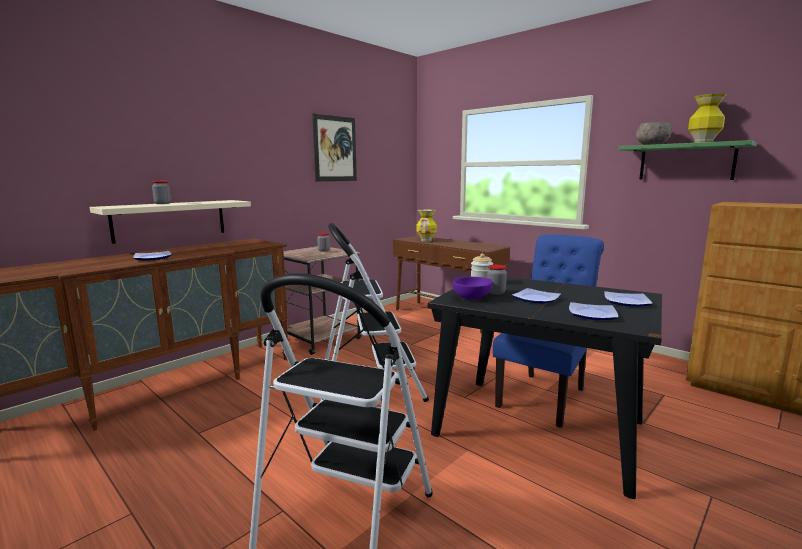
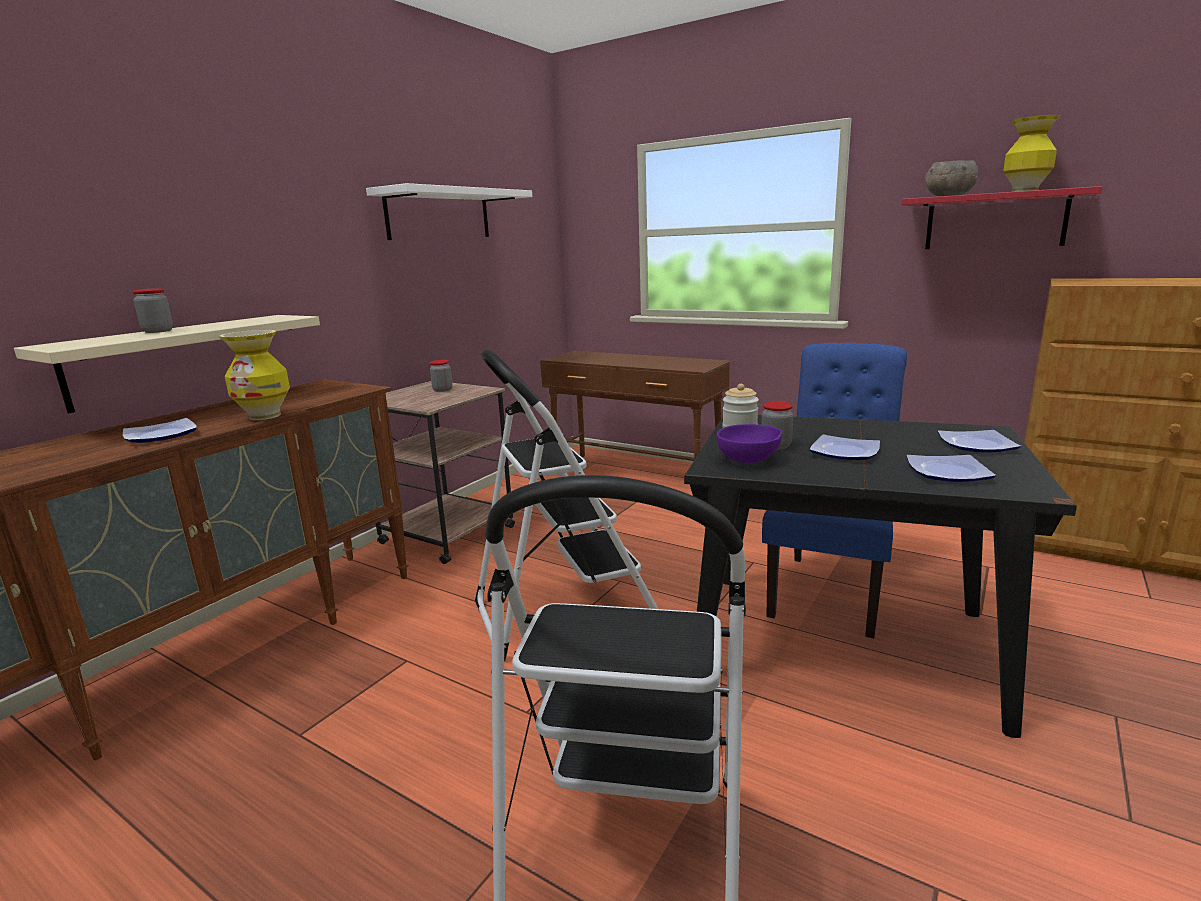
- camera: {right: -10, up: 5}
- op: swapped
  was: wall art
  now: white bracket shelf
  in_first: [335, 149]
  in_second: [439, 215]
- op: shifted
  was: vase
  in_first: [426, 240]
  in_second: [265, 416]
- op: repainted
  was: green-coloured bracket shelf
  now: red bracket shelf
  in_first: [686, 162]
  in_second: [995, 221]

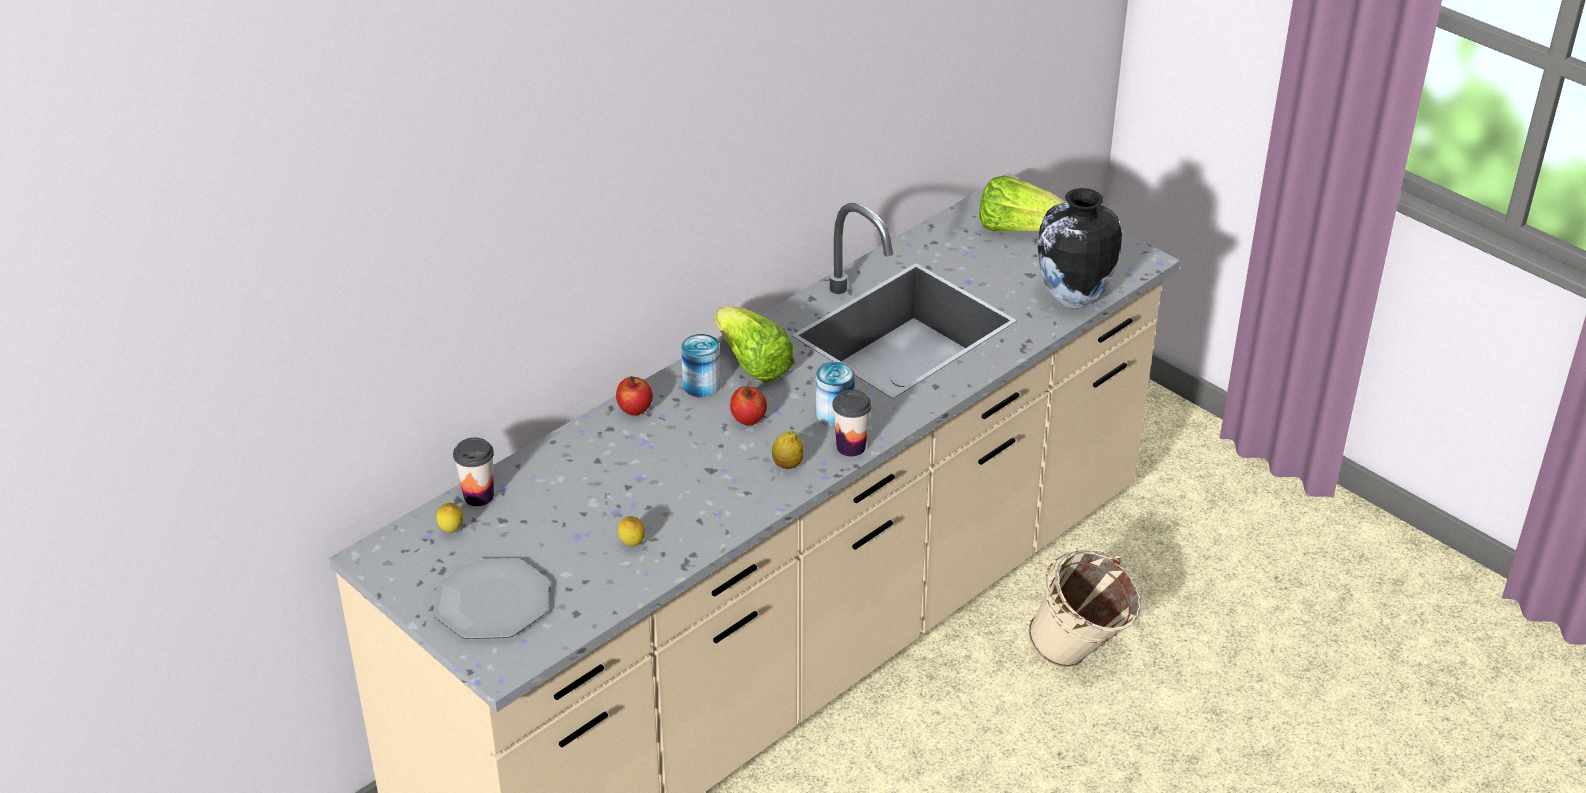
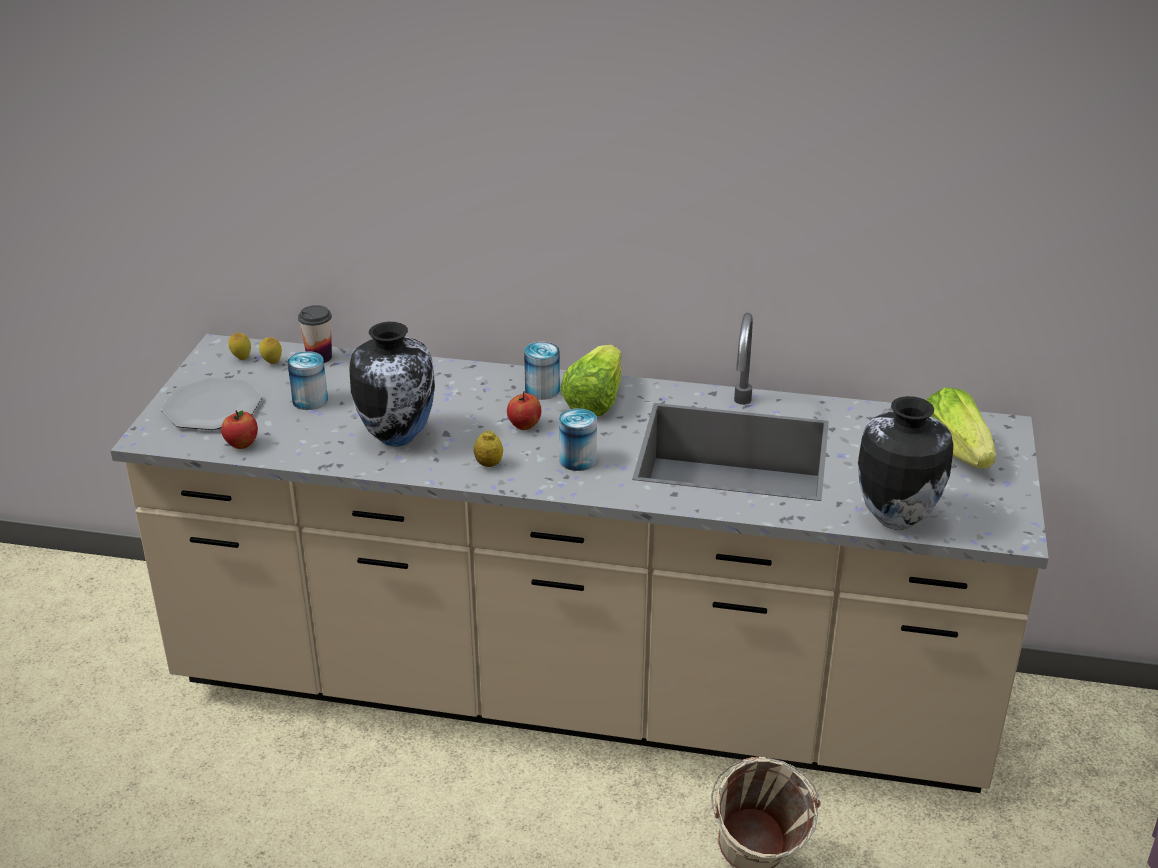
- camera: {right: 55, up: -5}
- op: shifted
  was: whole apple
  in_first: [635, 410]
  in_second: [241, 444]
- op: shifted
  was: whole lemon
  in_first: [632, 545]
  in_second: [241, 358]
- op: gone
  was: cup
  in_first: [851, 447]
- op: new
  now: can
  in_second: [310, 400]
- op: new
  now: vase
  in_second: [398, 436]

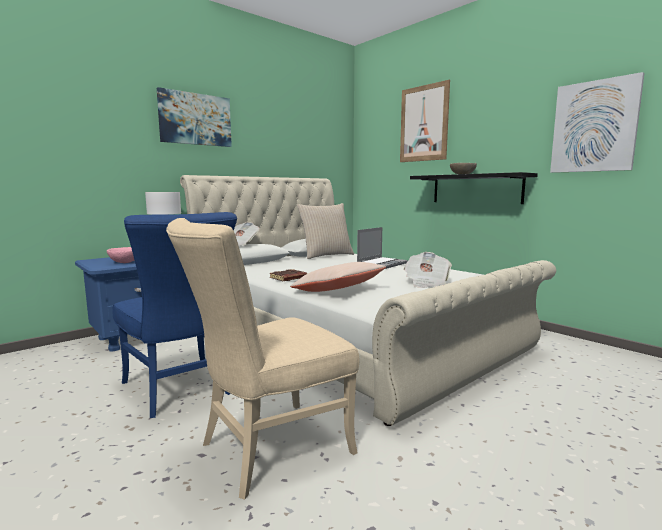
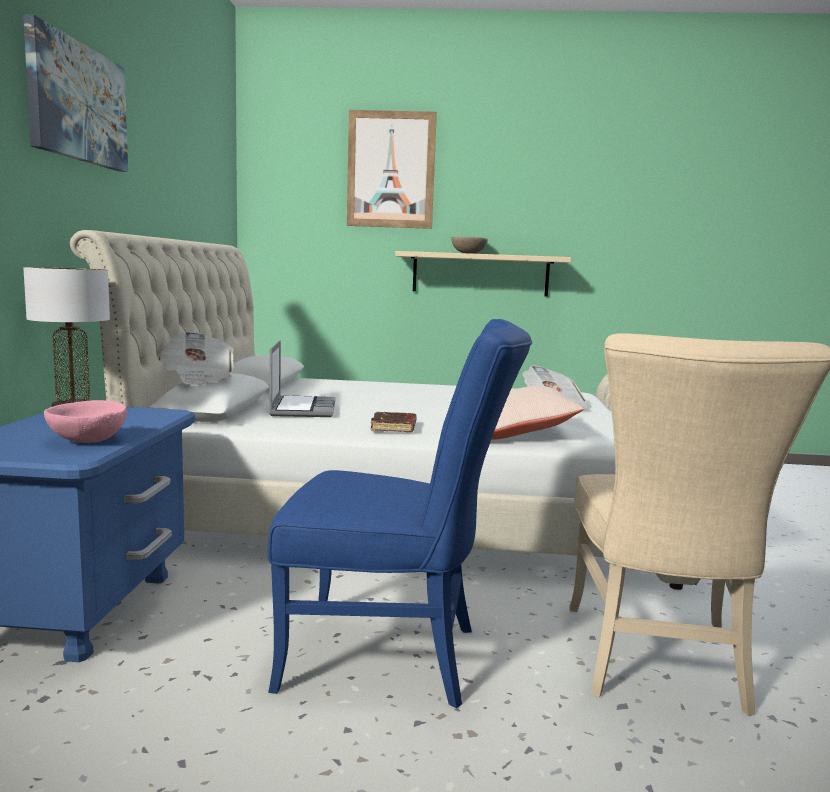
- camera: {right: -45, up: 0}
- op: gone
  was: sand-coloured throw pillow
  in_first: [326, 255]
- op: shifted
  was: notebook computer
  in_first: [382, 264]
  in_second: [302, 408]
- op: repainted
  was: blackish bracket shelf
  now: sand-coloured bracket shelf
  in_first: [476, 189]
  in_second: [480, 274]
- op: gone
  was: wall art
  in_first: [594, 127]

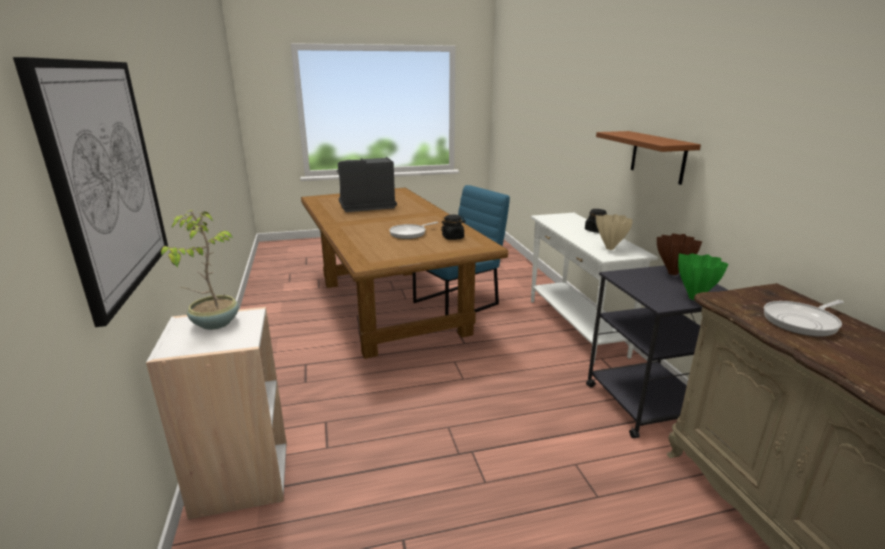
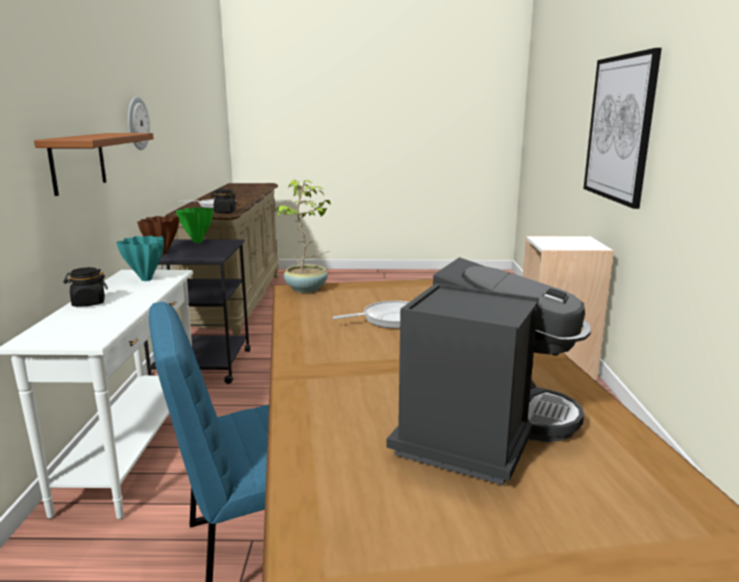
- camera: {right: -165, up: -5}
- op: shifted
  was: houseplant
  in_first: [214, 323]
  in_second: [307, 289]
- op: rotated
  was: coffee brewer
  in_first: [365, 206]
  in_second: [482, 429]
  clockwise: -60
- op: shifted
  was: blackish storage jar
  in_first: [453, 237]
  in_second: [225, 212]
- op: repainted
  was: sand-coloured vase
  now: blue-green vase
  in_first: [610, 248]
  in_second: [146, 279]
- op: new
  now: clock on the wall
  in_second: [137, 123]

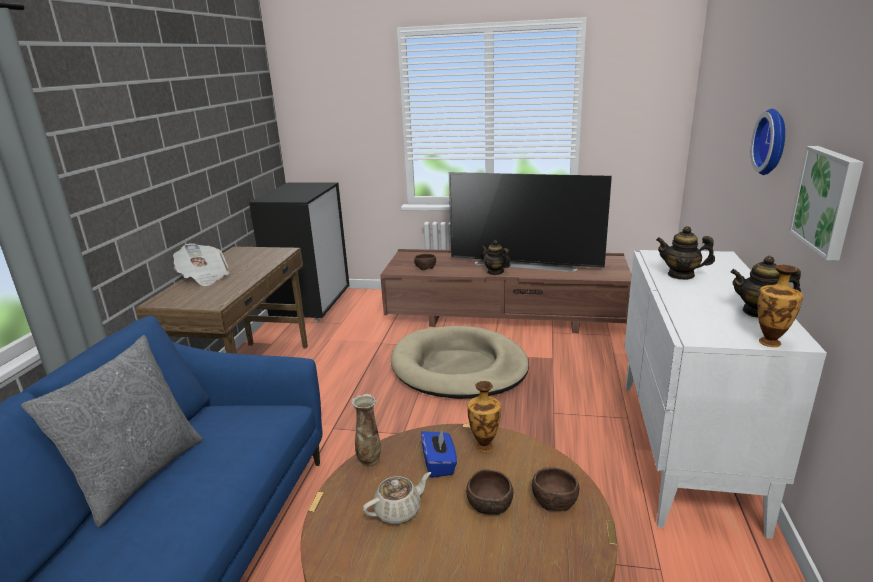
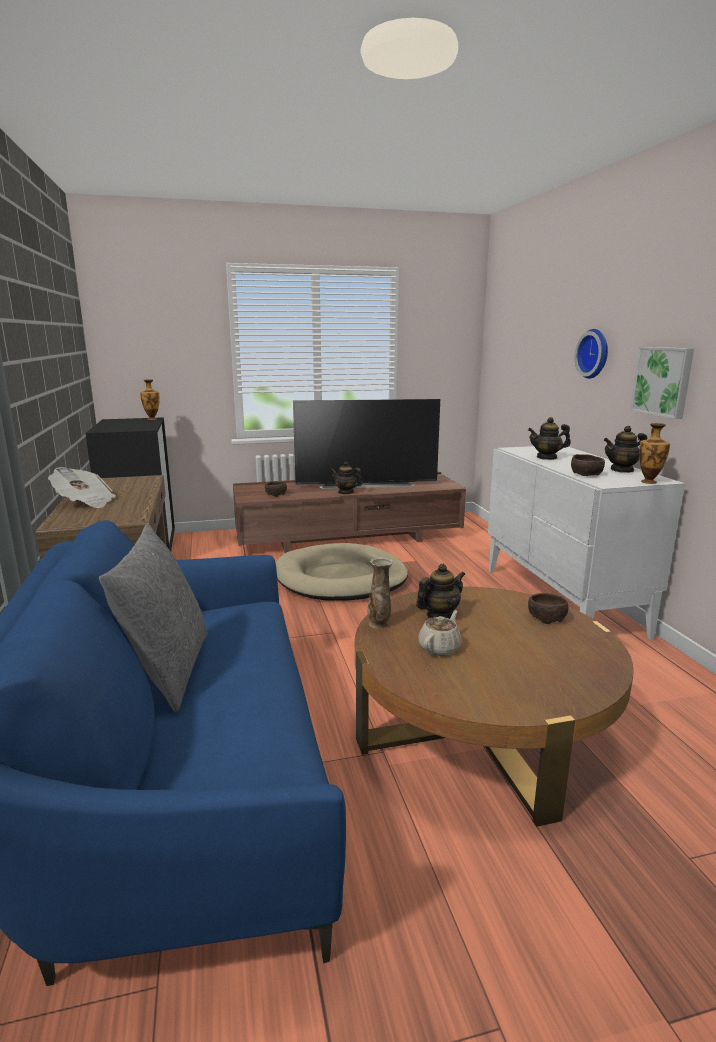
- camera: {right: -25, up: -5}
- op: swapped
  was: bluish box of tissues
  now: pot for tea
  in_first: [439, 464]
  in_second: [439, 615]
- op: shifted
  was: brown bowl
  in_first: [490, 504]
  in_second: [587, 474]
- op: shifted
  was: vase
  in_first: [484, 445]
  in_second: [152, 419]

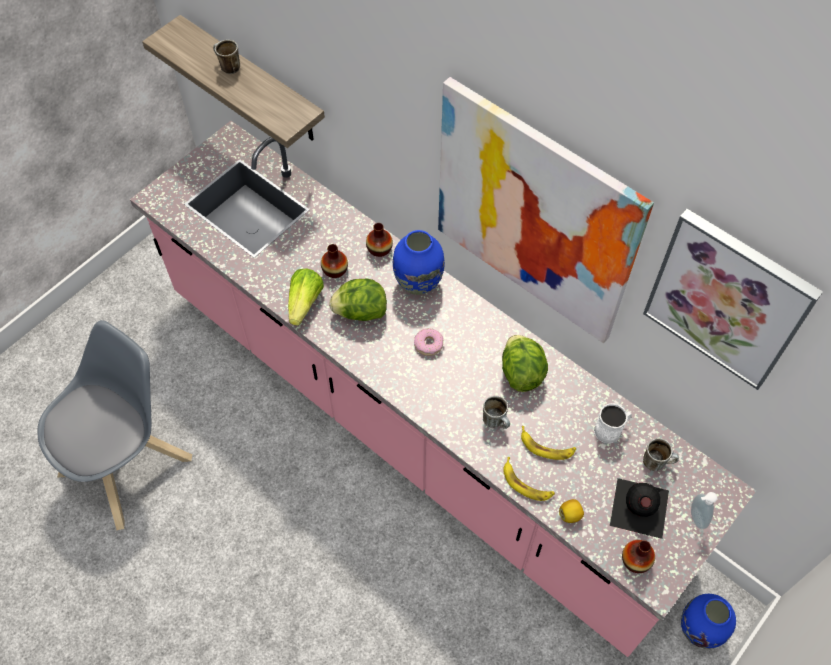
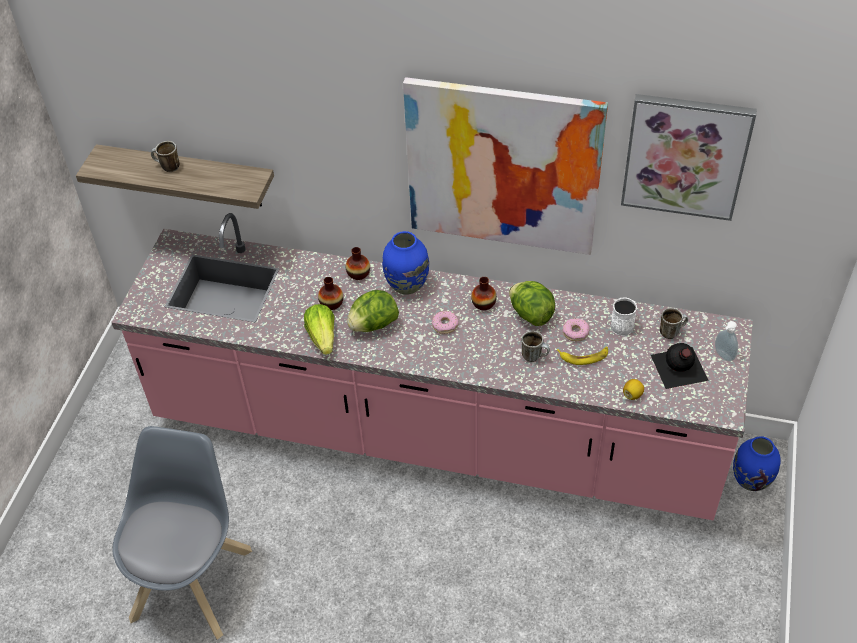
- camera: {right: -25, up: -10}
- op: gone
  was: banana
  in_first: [526, 483]
- op: shifted
  was: vase
  in_first: [635, 560]
  in_second: [483, 303]
- op: new
  now: doughnut
  in_second: [575, 332]

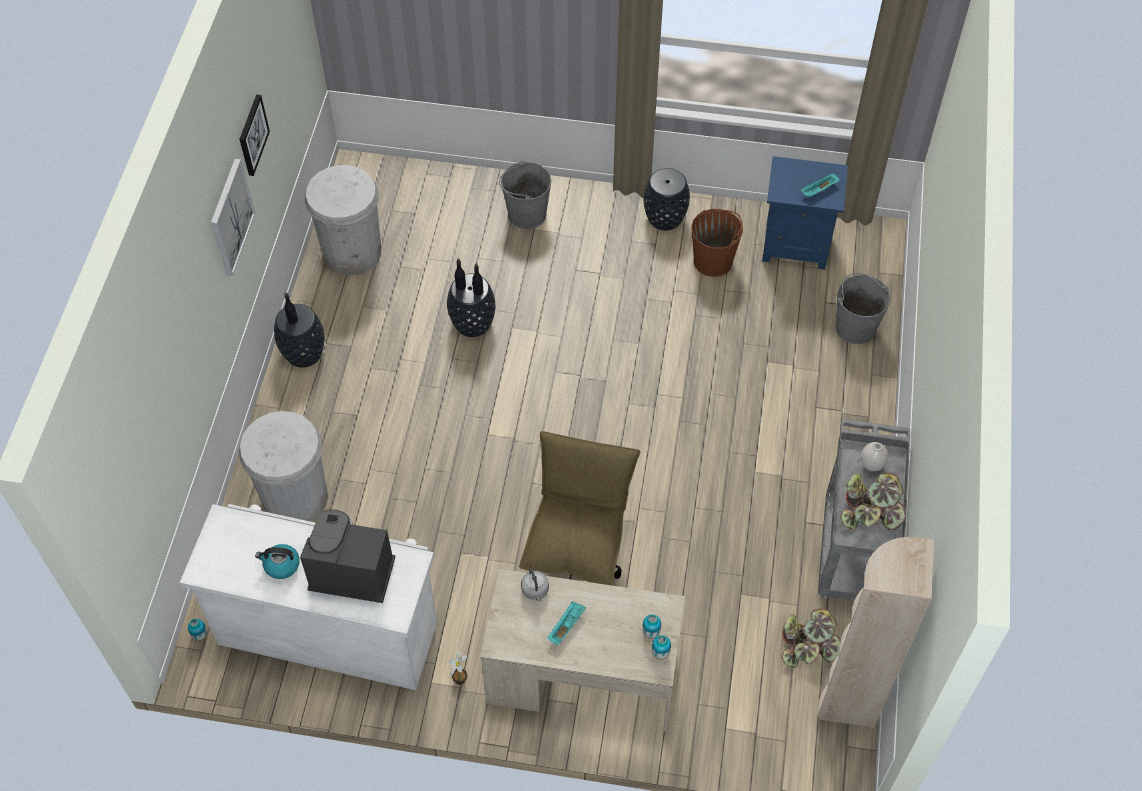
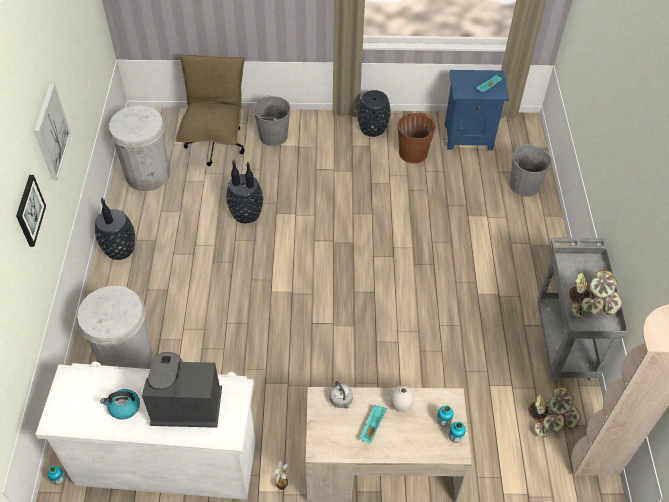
- camera: {right: -10, up: -5}
- op: shifted
  was: wall art
  in_first: [252, 135]
  in_second: [29, 210]
- op: shifted
  was: sand-coloured desk chair
  in_first: [577, 554]
  in_second: [215, 145]
- op: shifted
  was: white vase
  in_first: [872, 465]
  in_second: [401, 405]

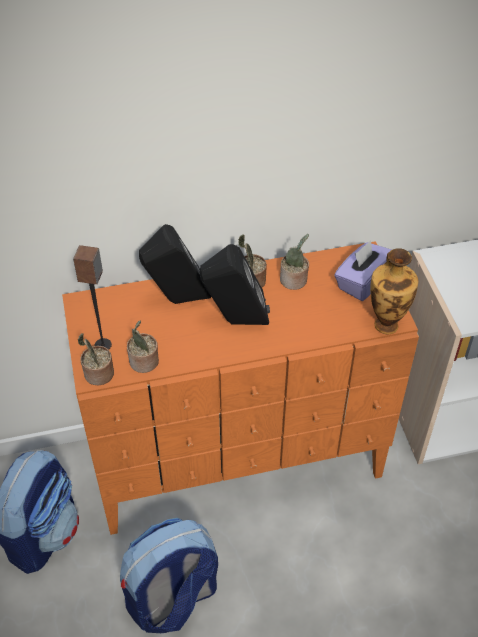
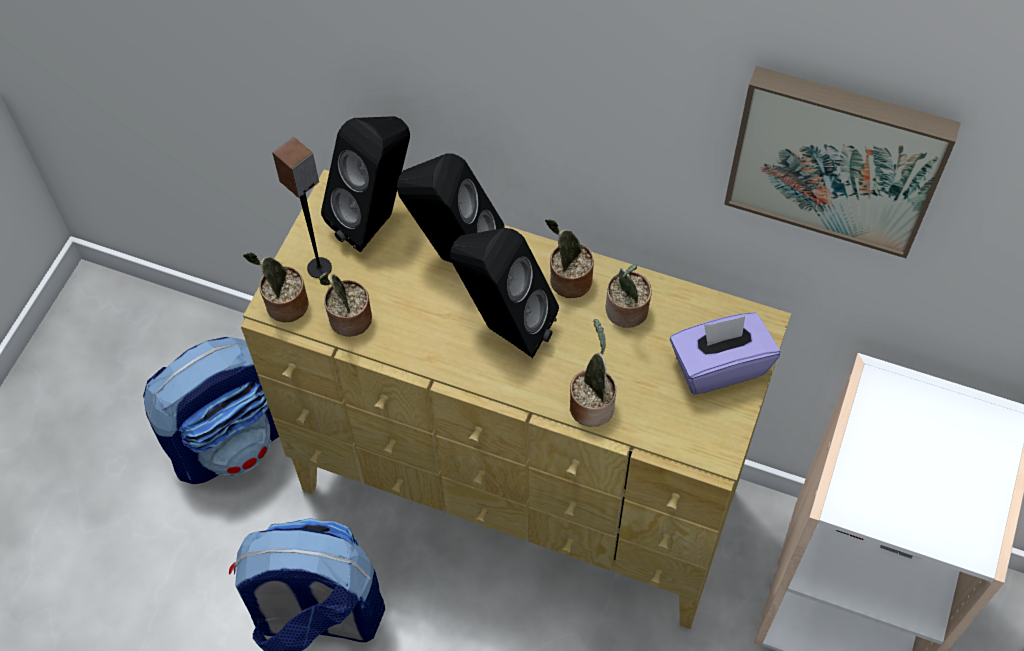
- camera: {right: 35, up: 10}
- op: repainted
  was: orange-coloured drawer chest
  now: sand-coloured drawer chest
  in_first: [240, 464]
  in_second: [519, 497]
- op: gone
  was: vase
  in_first: [386, 323]
- op: new
  now: blackish speaker
  in_second: [376, 219]
- op: new
  now: houseplant
  in_second: [591, 404]
- op: new
  now: wall art
  in_second: [837, 157]

